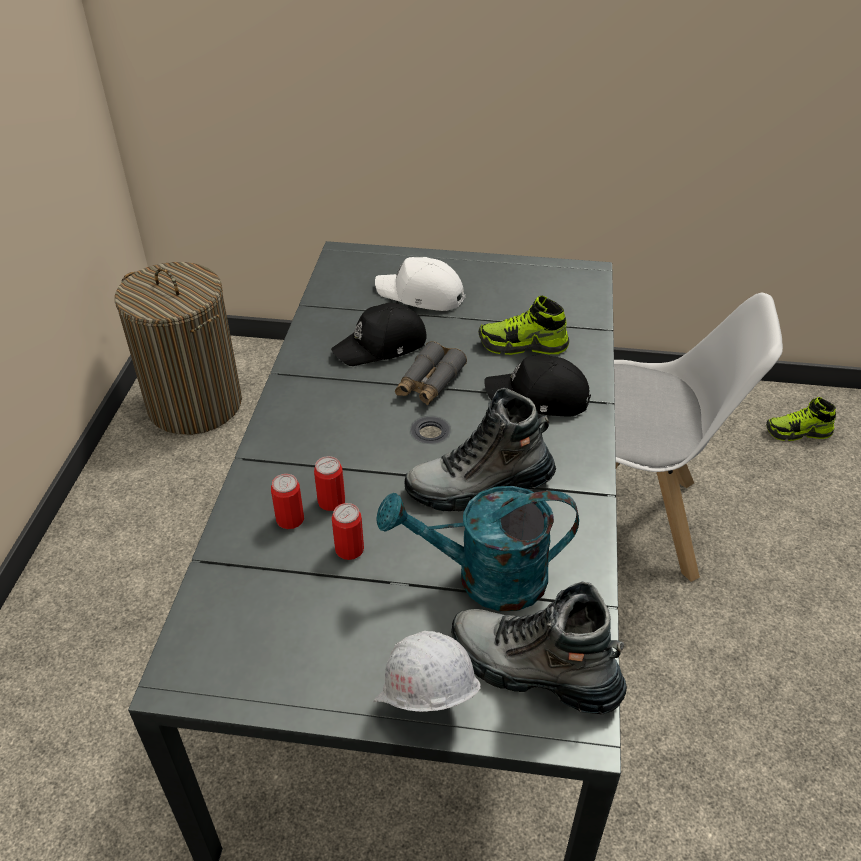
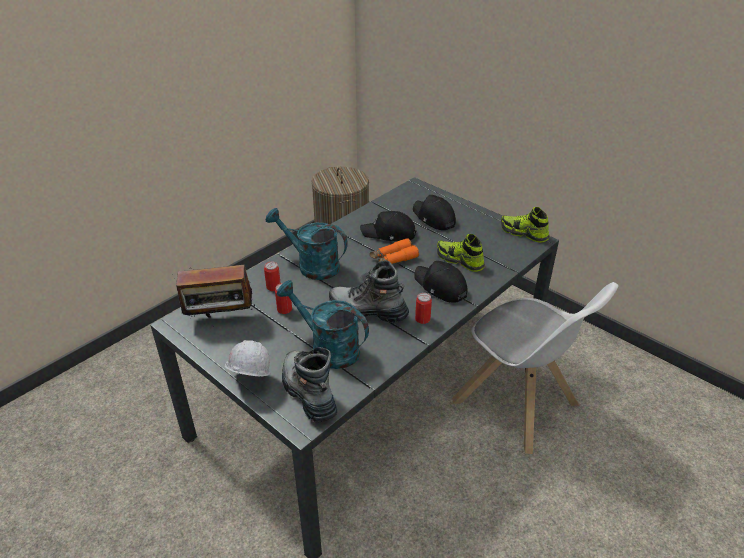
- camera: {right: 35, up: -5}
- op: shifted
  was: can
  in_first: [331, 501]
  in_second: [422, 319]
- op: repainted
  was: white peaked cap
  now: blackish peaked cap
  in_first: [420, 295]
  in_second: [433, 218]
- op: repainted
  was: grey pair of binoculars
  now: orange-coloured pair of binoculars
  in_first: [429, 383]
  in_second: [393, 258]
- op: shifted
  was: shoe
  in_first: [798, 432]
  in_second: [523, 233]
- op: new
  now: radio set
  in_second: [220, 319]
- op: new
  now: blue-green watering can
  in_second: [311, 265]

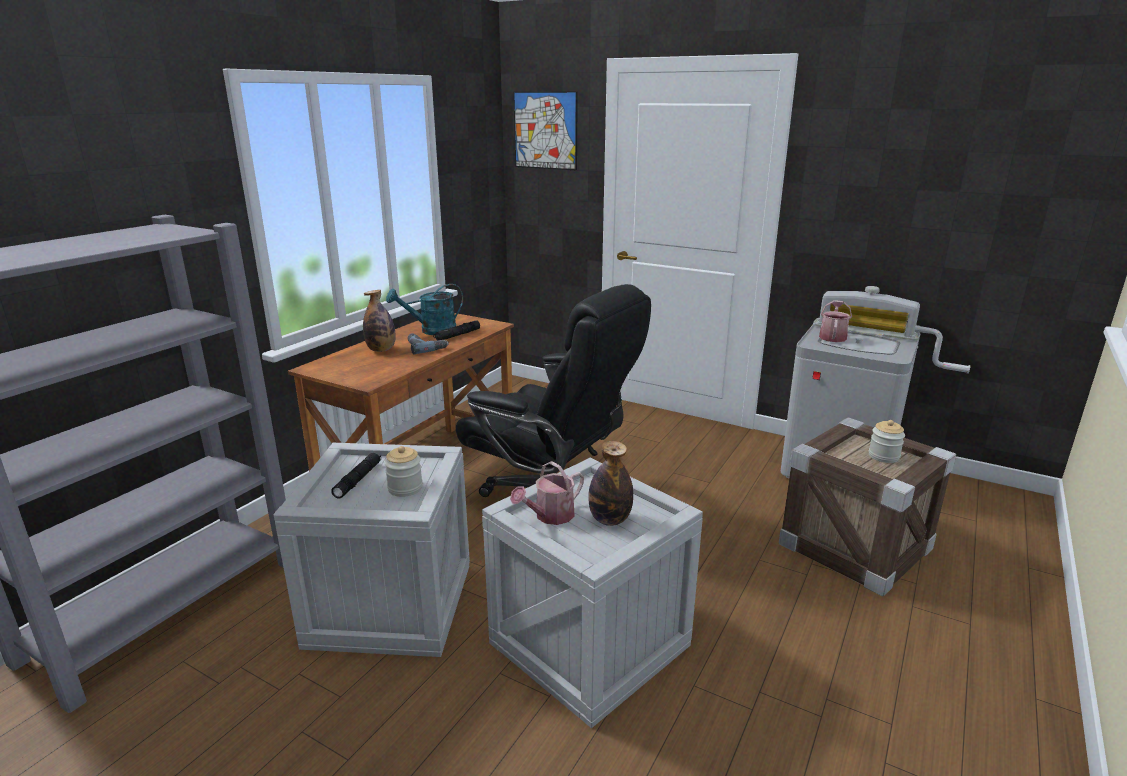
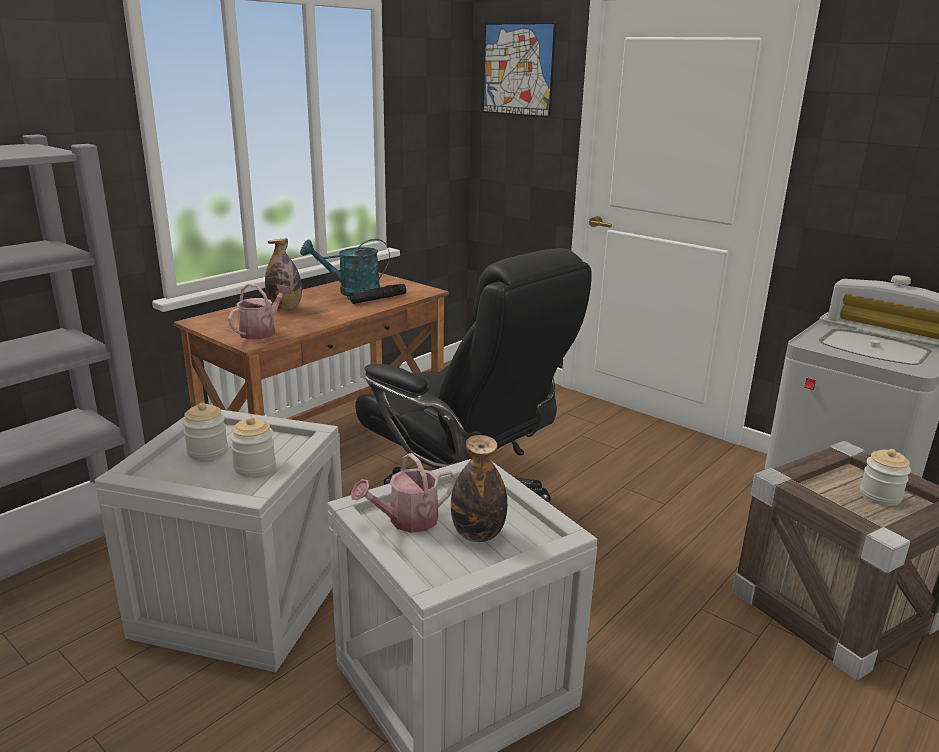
- camera: {right: 10, up: 0}
- op: swapped
  was: blackish hand torch
  now: storage jar
  in_first: [358, 480]
  in_second: [207, 451]
- op: gone
  was: drill
  in_first: [425, 347]
- op: shifted
  was: watering can
  in_first: [832, 336]
  in_second: [261, 332]

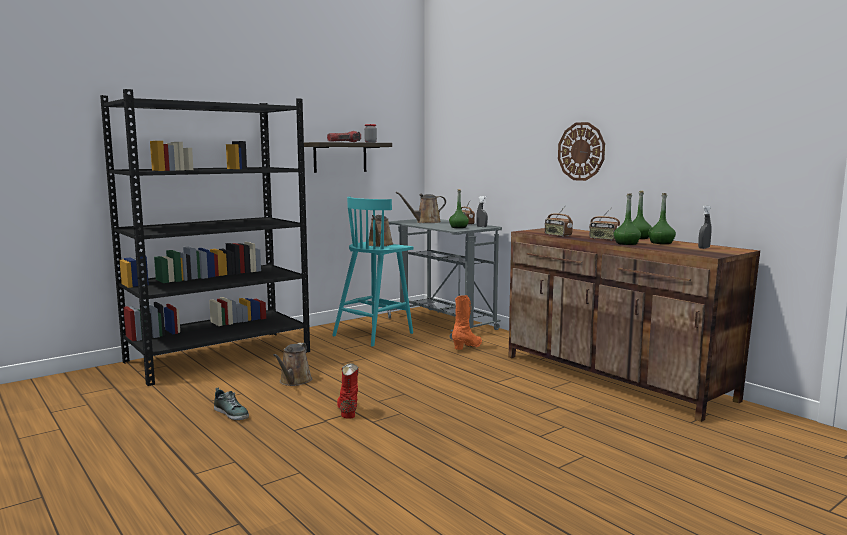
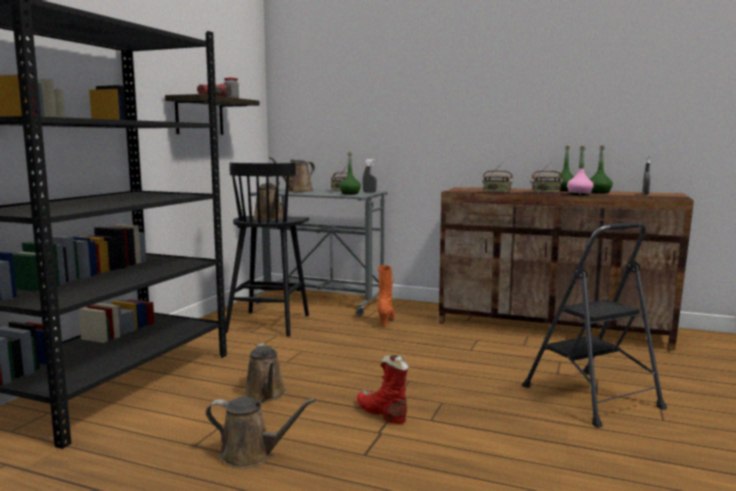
- camera: {right: -30, up: 0}
- op: swapped
  was: shoe
  now: brown watering can
  in_first: [231, 413]
  in_second: [251, 455]
- op: repainted
  was: blue-green sitting stool
  now: blackish sitting stool
  in_first: [375, 333]
  in_second: [269, 322]
- op: gone
  was: clock on the wall
  in_first: [581, 151]
- op: repainted
  was: green-coloured bottle
  now: pink-coloured bottle
  in_first: [626, 243]
  in_second: [579, 194]
- op: new
  now: blackish step stool
  in_second: [593, 397]

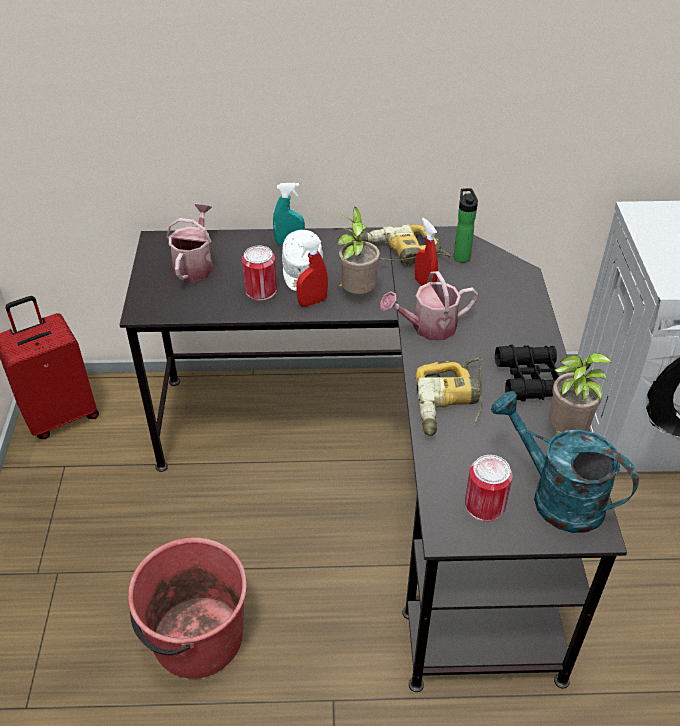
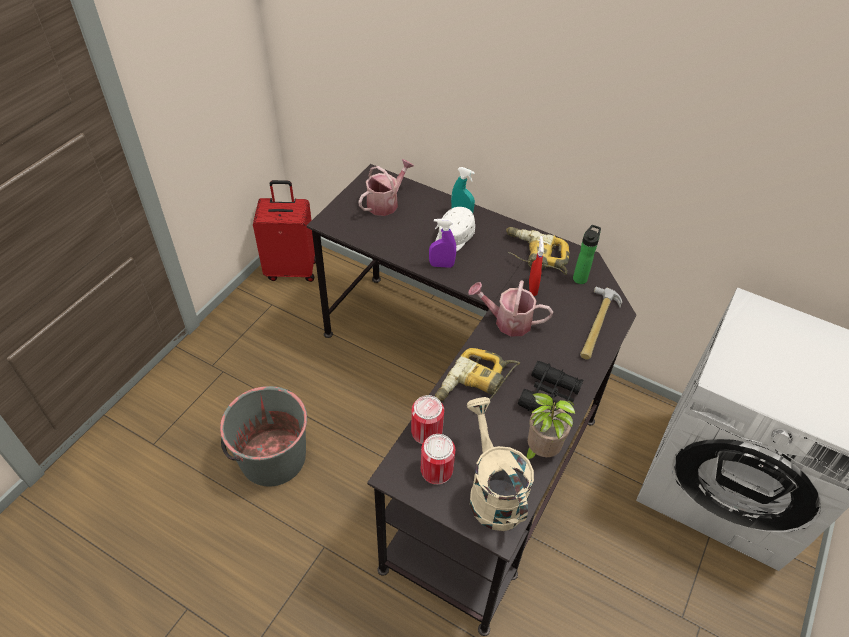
- camera: {right: 30, up: 5}
- op: repainted
  was: red pail
  now: grey pail
  in_first: [196, 638]
  in_second: [272, 457]
- op: shifted
  was: can
  in_first: [261, 290]
  in_second: [426, 431]
- op: repainted
  was: red sprayer
  now: purple sprayer
  in_first: [312, 302]
  in_second: [441, 265]
- op: gone
  was: houseplant
  in_first: [356, 293]
- op: repainted
  was: blue-green watering can
  now: sand-coloured watering can
  in_first: [555, 496]
  in_second: [492, 491]
- op: new
  now: hand hammer
  in_second: [597, 325]

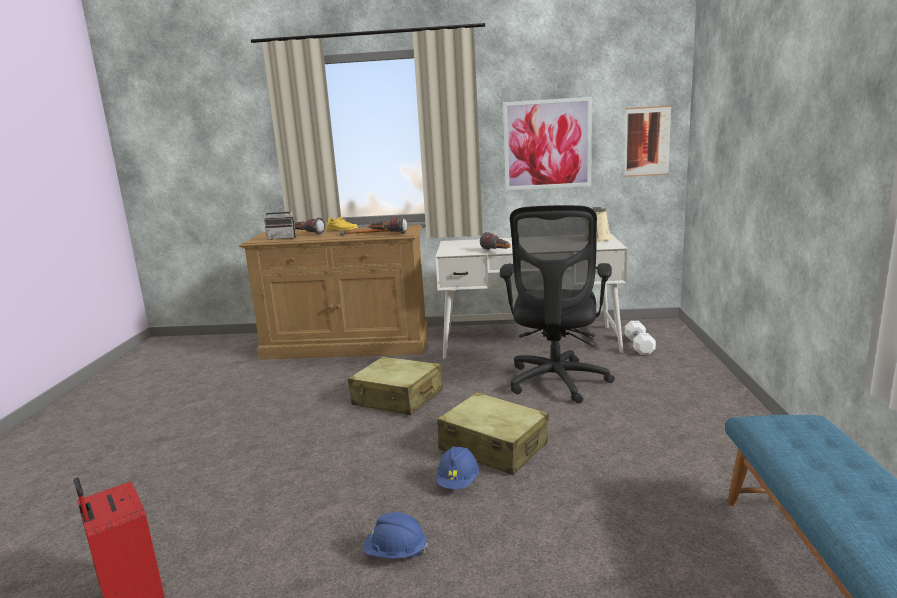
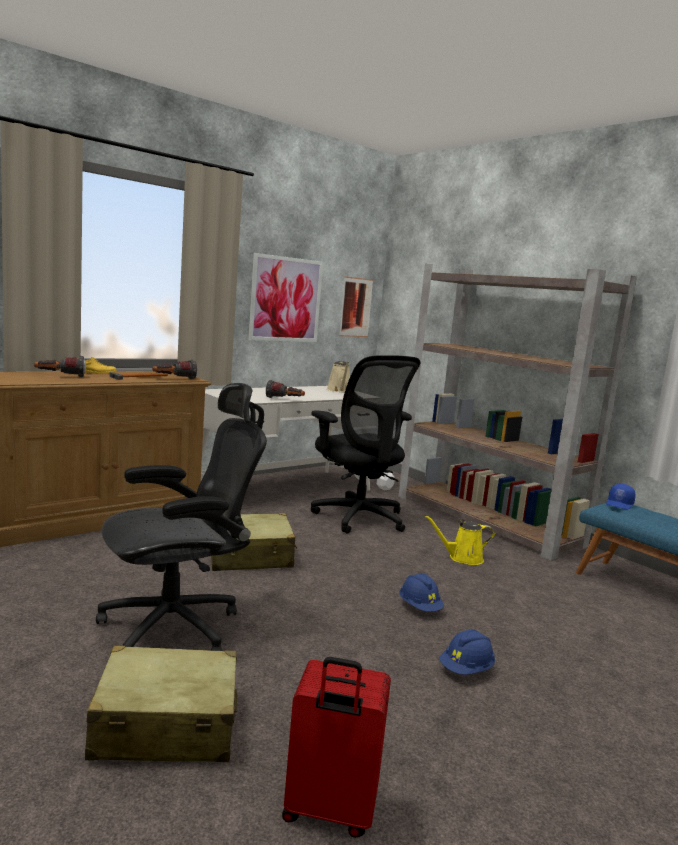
- camera: {right: -45, up: -5}
- op: gone
  was: radio set
  in_first: [283, 238]
- op: shifted
  was: sand-coloured piece of luggage
  in_first: [493, 447]
  in_second: [165, 725]
- op: new
  now: desk chair
  in_second: [178, 627]
- op: new
  now: brown bookshelf
  in_second: [486, 520]
- op: new
  now: yellowish watering can
  in_second: [462, 558]
- op: new
  now: bluish peaked cap
  in_second: [620, 504]

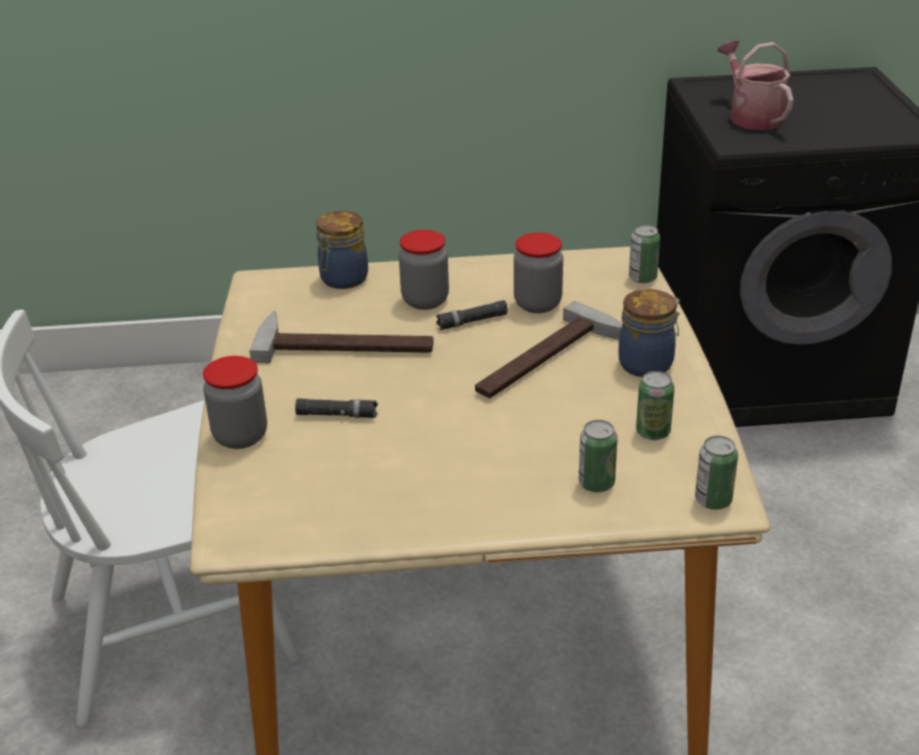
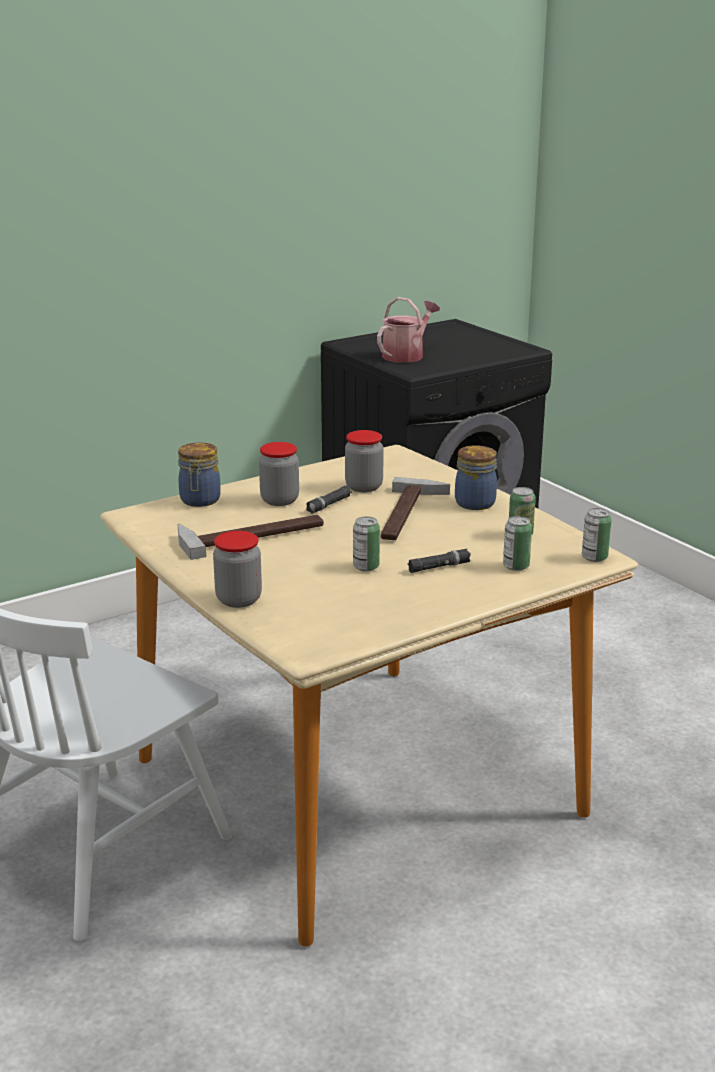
- camera: {right: -30, up: -10}
- op: shifted
  was: blackish hand torch
  in_first: [337, 415]
  in_second: [439, 567]
- op: shifted
  was: can
  in_first: [642, 278]
  in_second: [366, 567]
- op: rotated
  was: watering can
  in_first: [751, 116]
  in_second: [406, 355]
  clockwise: 90

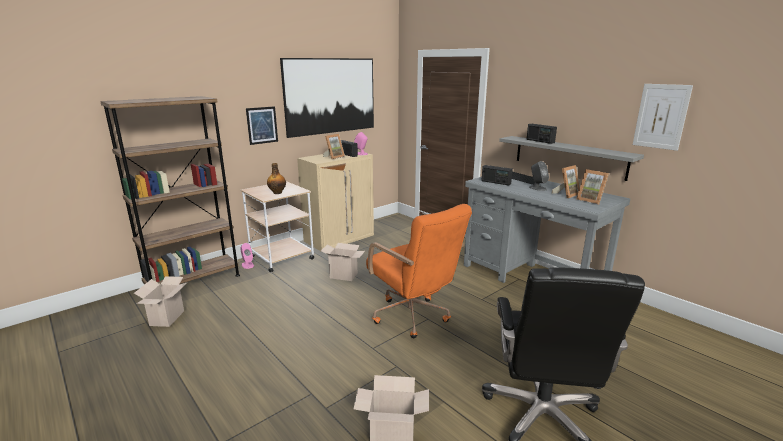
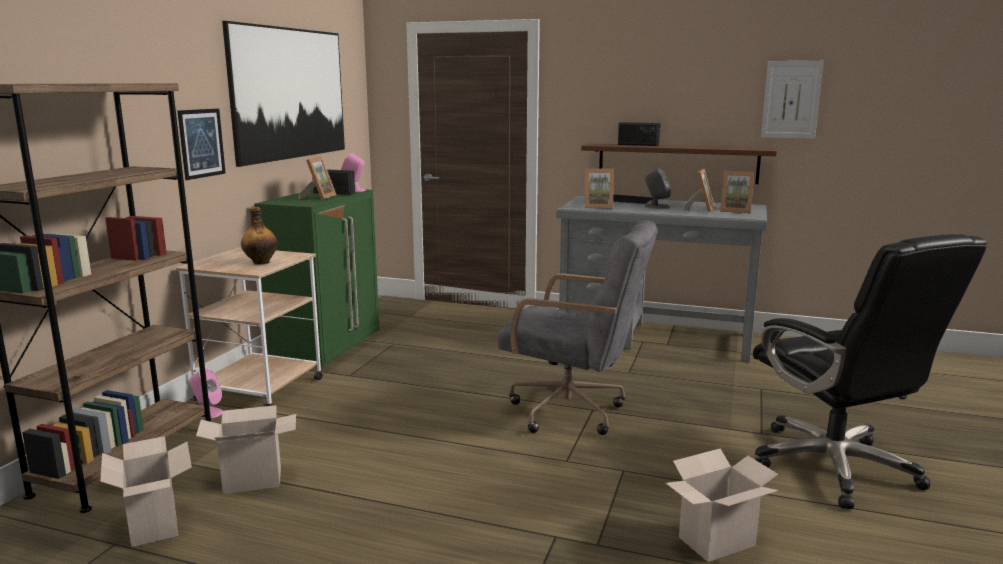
- camera: {right: -30, up: -5}
- op: repainted
  was: sand-coloured cabinet
  now: green-coloured cabinet
  in_first: [339, 238]
  in_second: [327, 343]
- op: shifted
  was: cardboard box
  in_first: [344, 275]
  in_second: [254, 479]
- op: repainted
  was: orange-coloured desk chair
  now: grey desk chair
  in_first: [413, 318]
  in_second: [573, 414]
- op: swapped
  was: radio set
  now: standing frame
  in_first: [496, 182]
  in_second: [598, 206]
- op: repainted
  was: grey bracket shelf
  now: brown bracket shelf
  in_first: [568, 157]
  in_second: [677, 163]

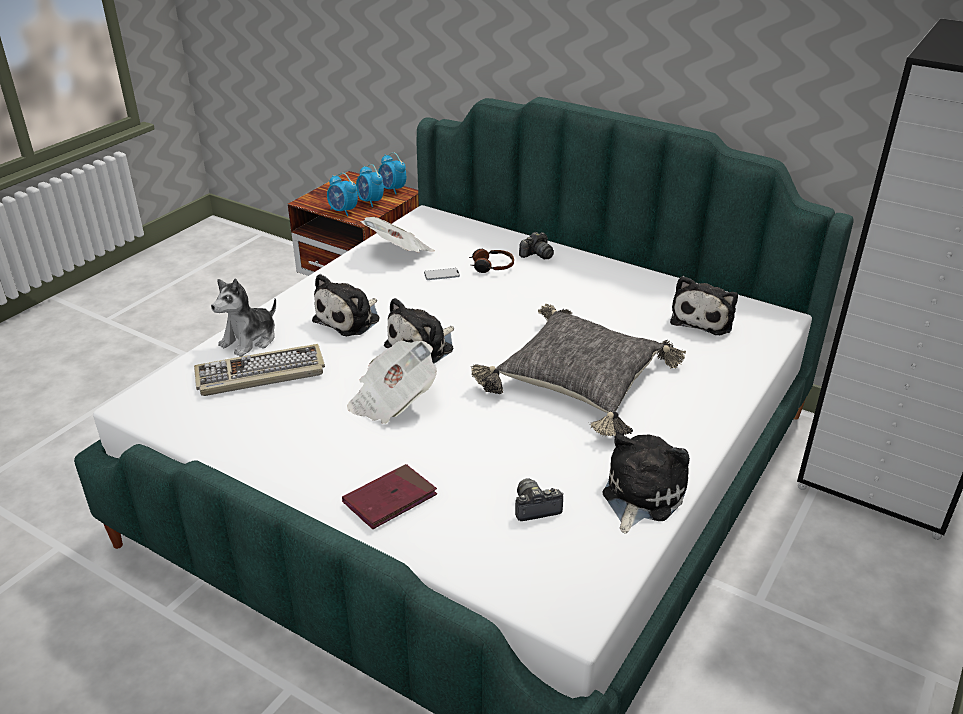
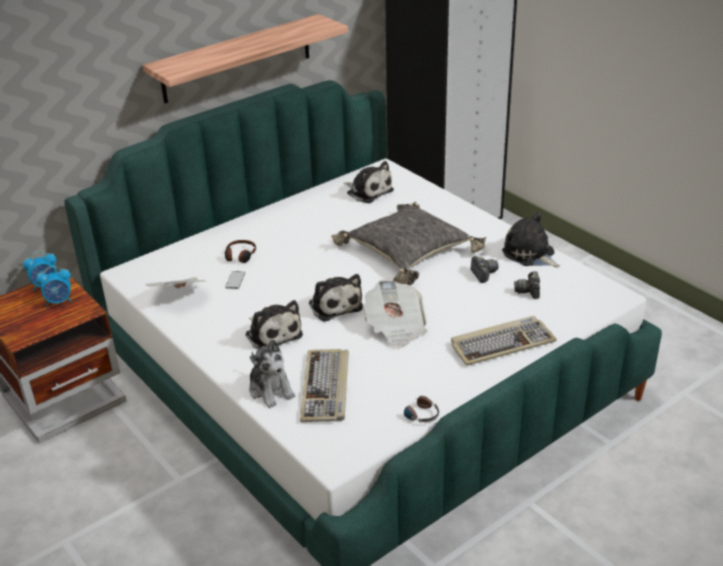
- camera: {right: -70, up: 0}
- op: gone
  was: bedside clock
  in_first: [343, 211]
- op: swapped
  was: red bound book
  now: keyboard
  in_first: [390, 499]
  in_second: [502, 343]
- op: shifted
  was: photo camera
  in_first: [537, 255]
  in_second: [483, 274]
- op: new
  now: bracket shelf
  in_second: [237, 58]
- op: new
  now: pair of headphones
  in_second: [417, 412]

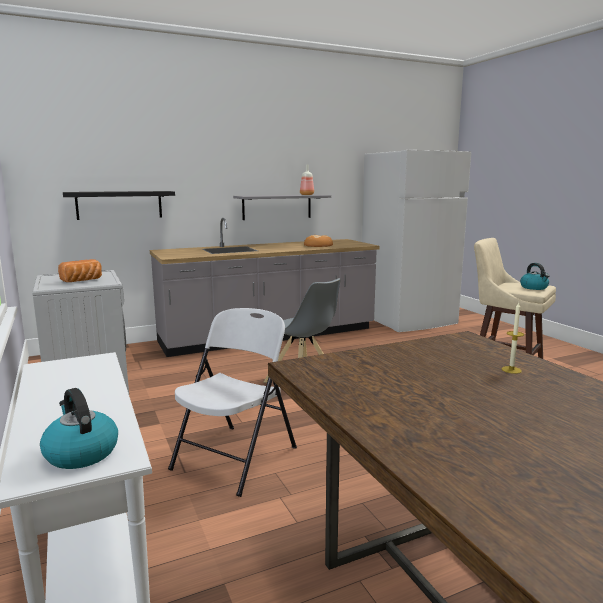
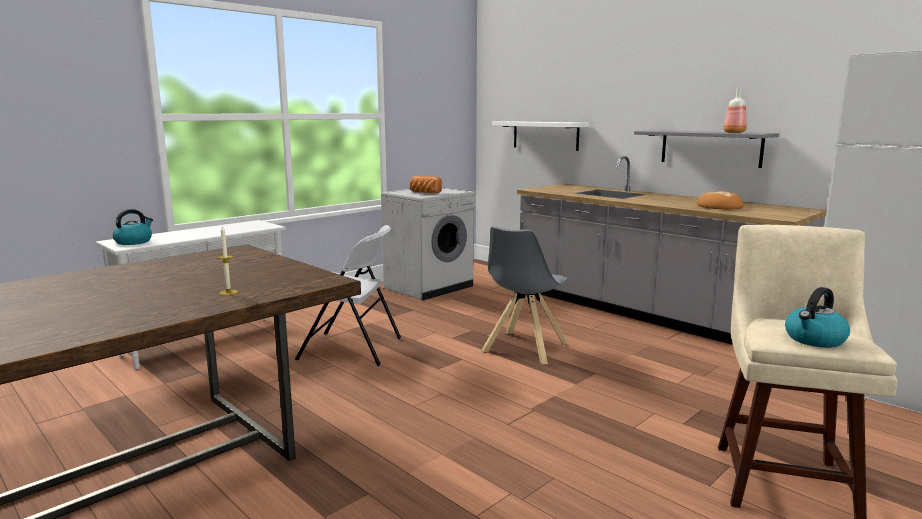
- camera: {right: 70, up: 0}
- op: repainted
  was: blackish bracket shelf
  now: white bracket shelf
  in_first: [119, 205]
  in_second: [545, 135]

